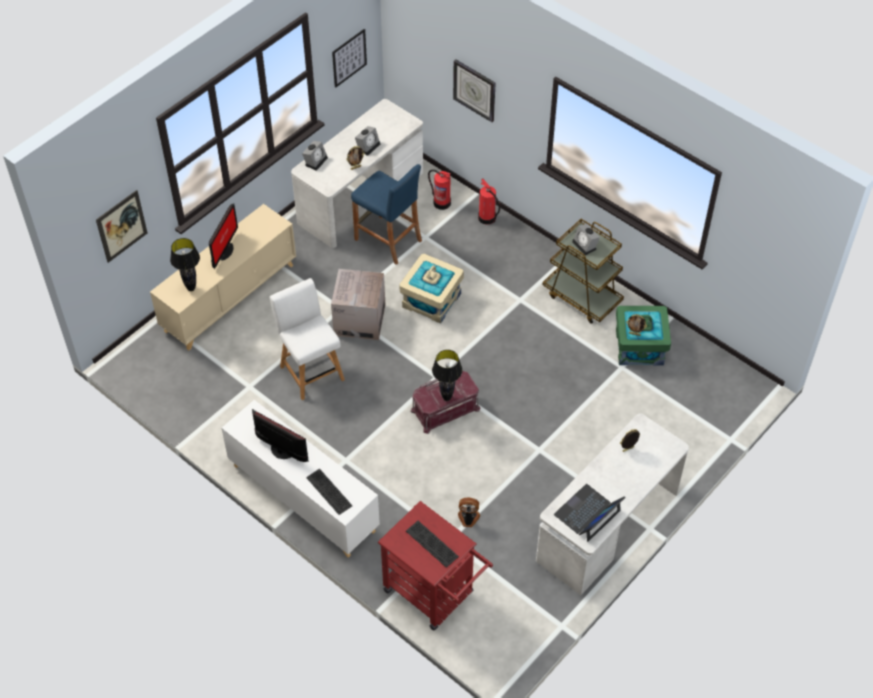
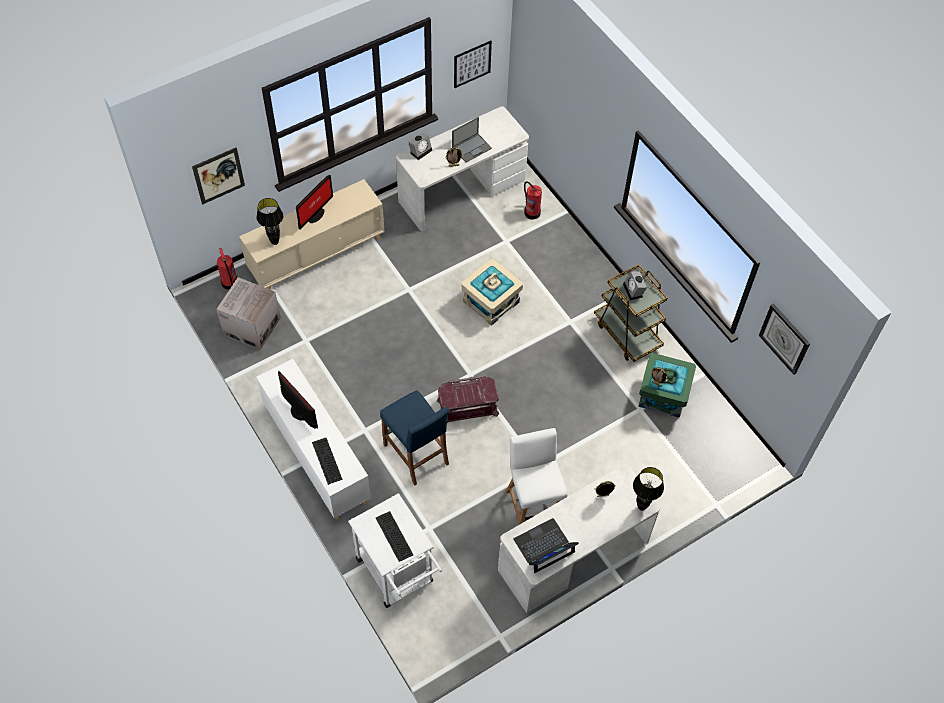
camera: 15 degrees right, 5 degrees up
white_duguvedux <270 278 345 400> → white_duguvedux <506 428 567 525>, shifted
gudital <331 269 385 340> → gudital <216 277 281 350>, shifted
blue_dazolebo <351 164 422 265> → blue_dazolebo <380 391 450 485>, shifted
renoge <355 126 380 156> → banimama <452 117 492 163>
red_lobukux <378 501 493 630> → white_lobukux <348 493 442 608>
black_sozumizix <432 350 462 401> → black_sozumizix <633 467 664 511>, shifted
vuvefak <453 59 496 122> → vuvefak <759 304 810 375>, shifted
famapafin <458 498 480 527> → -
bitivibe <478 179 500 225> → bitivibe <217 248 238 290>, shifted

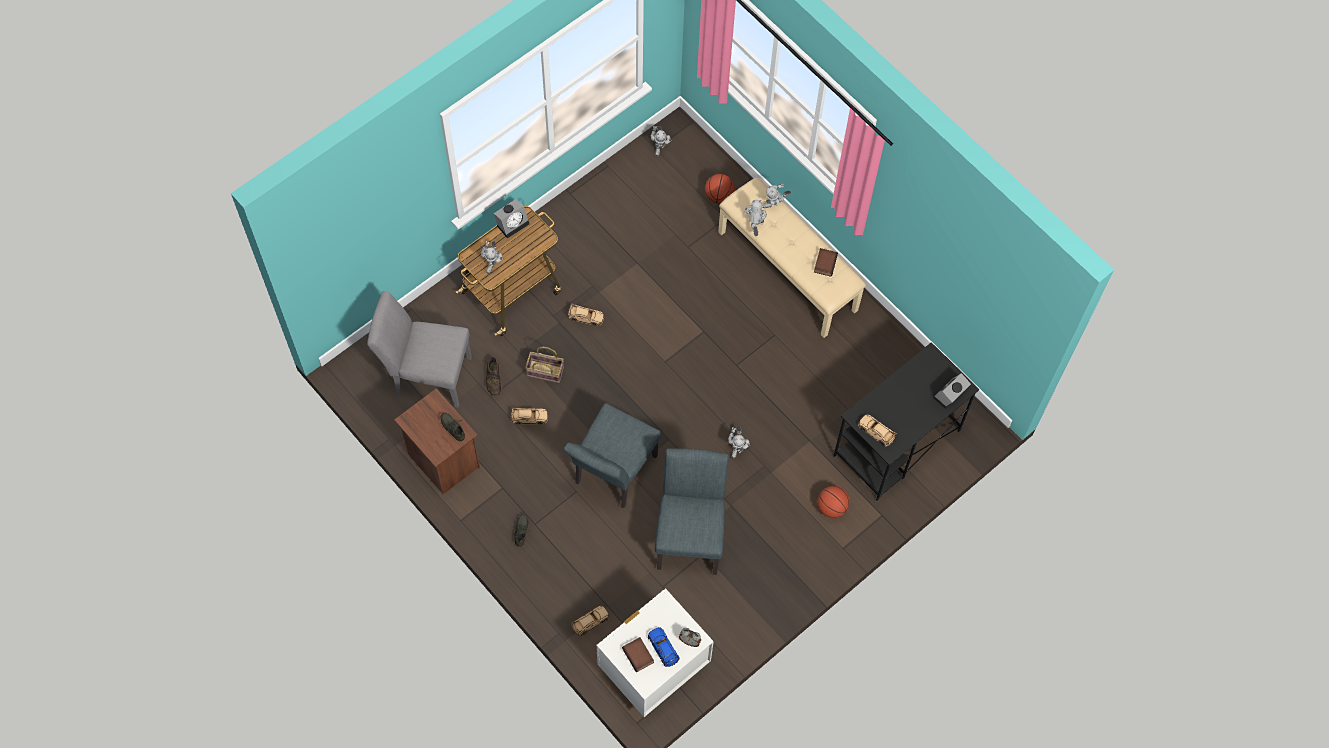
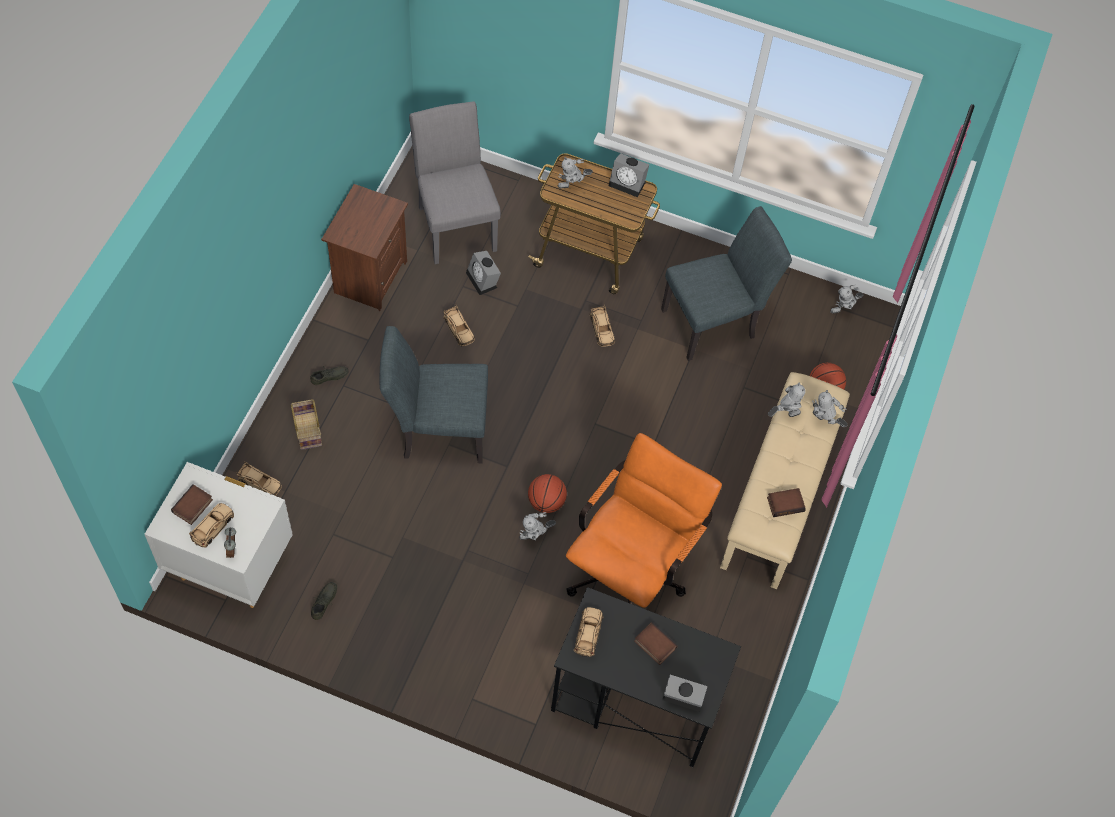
camera: 60 degrees right, 5 degrees down
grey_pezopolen <441 413 465 441> → grey_pezopolen <311 582 337 620>, shifted
brown_pezopolen <486 357 501 396> → renoge <466 251 501 295>
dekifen <525 347 564 383> → dekifen <291 399 322 450>, shifted
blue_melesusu <648 627 680 667> → beige_melesusu <189 503 234 547>
grey_duguvedux <655 448 729 575> → grey_duguvedux <661 206 792 361>, shifted
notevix <817 486 850 518> → notevix <528 474 567 513>, shifted
- → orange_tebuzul <566 433 722 608>
- → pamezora <634 622 678 665>

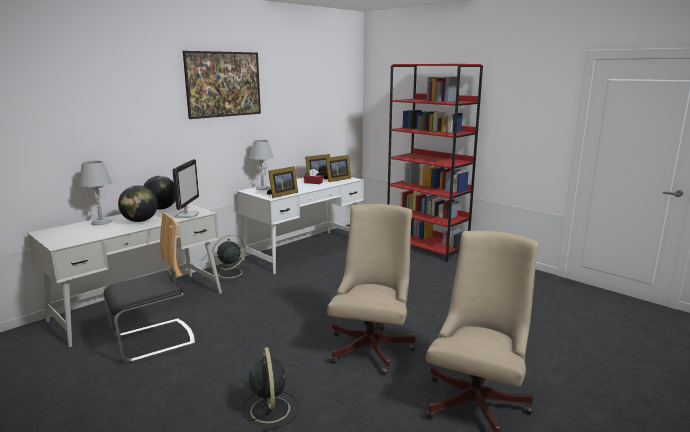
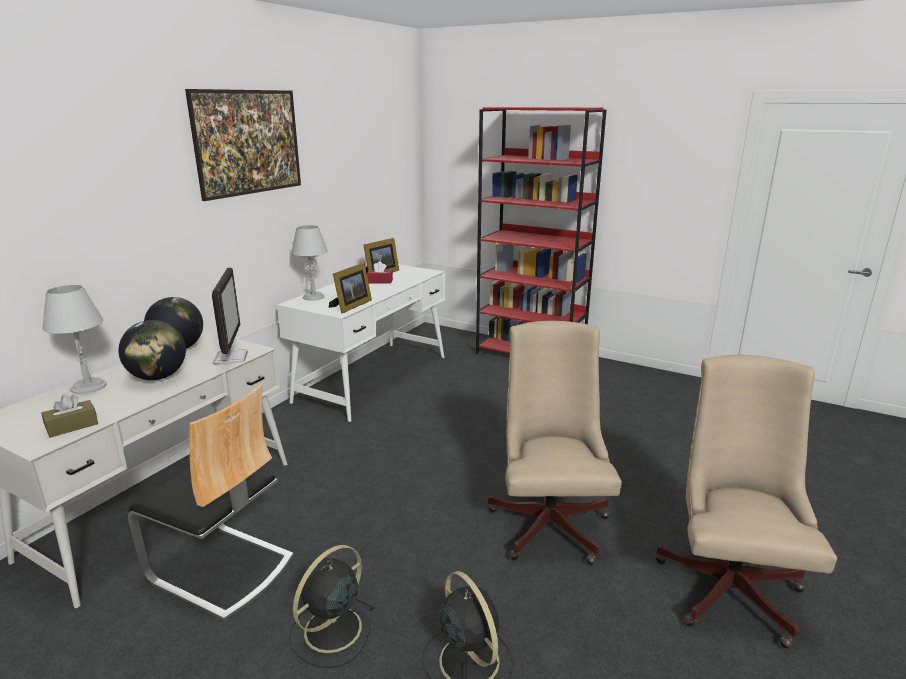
camera: 15 degrees left, 5 degrees up
duguvedux <104 212 195 363> → duguvedux <128 384 294 620>, 75 degrees clockwise
black_famapafin <212 235 250 281> → black_famapafin <289 545 375 668>, shifted
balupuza <324 155 351 182> → -
- → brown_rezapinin <41 394 98 438>

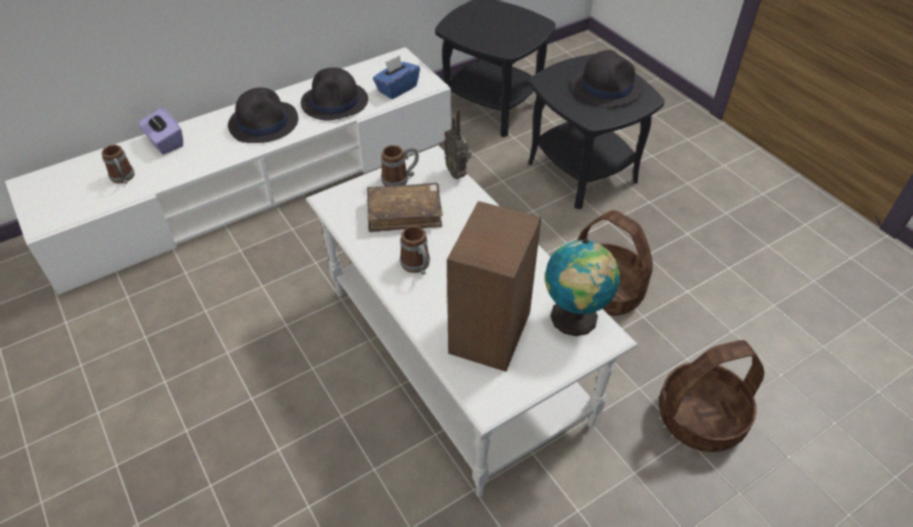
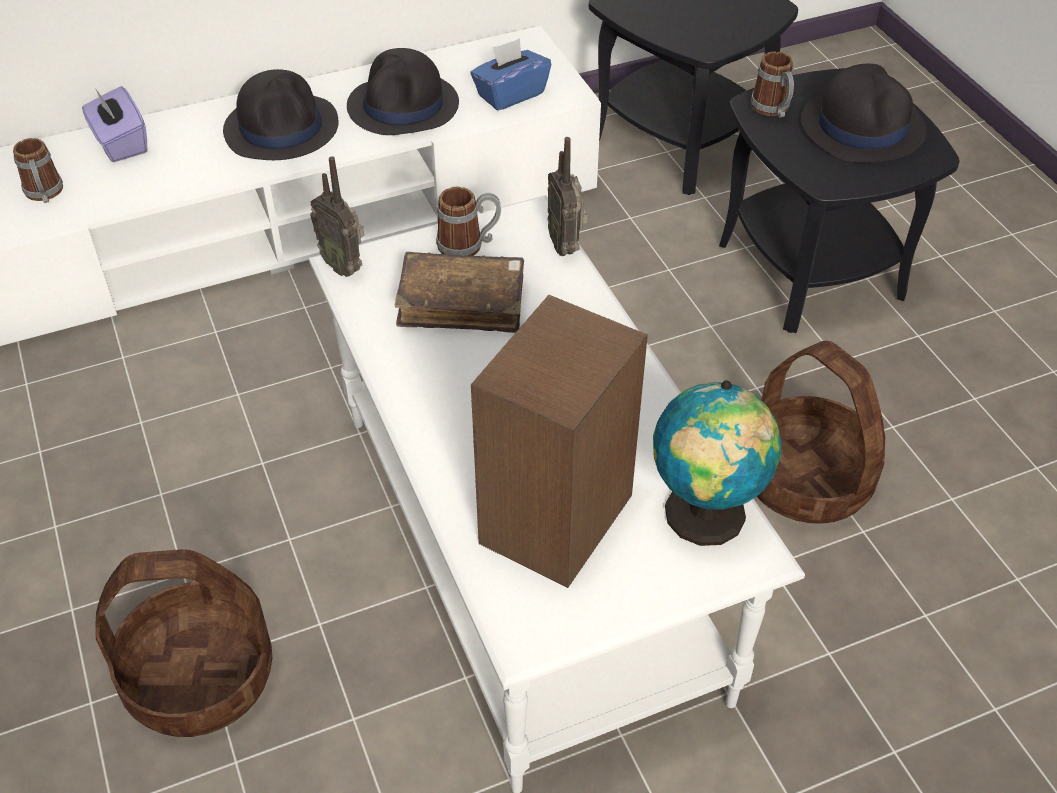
camera: 10 degrees right, 0 degrees up
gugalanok <400 226 430 275> → gugalanok <751 51 794 118>, shifted
dekifen <659 340 765 452> → dekifen <95 549 272 737>, shifted
- → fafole <310 156 364 277>

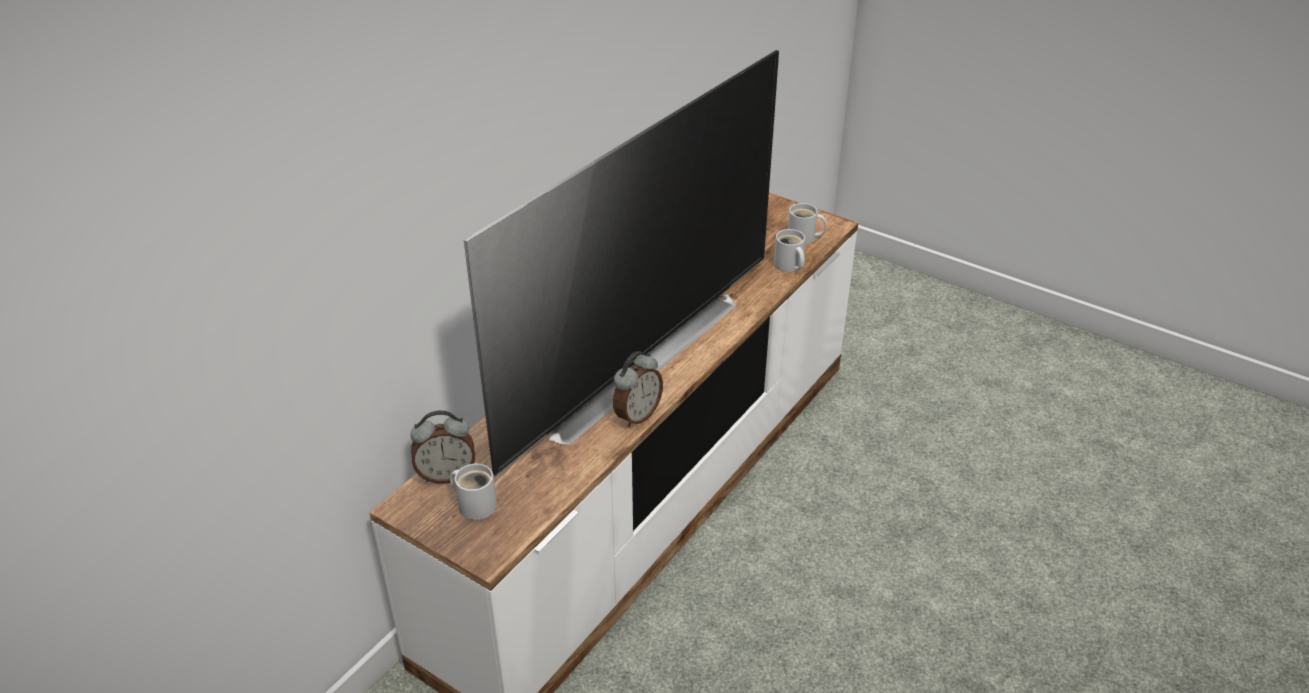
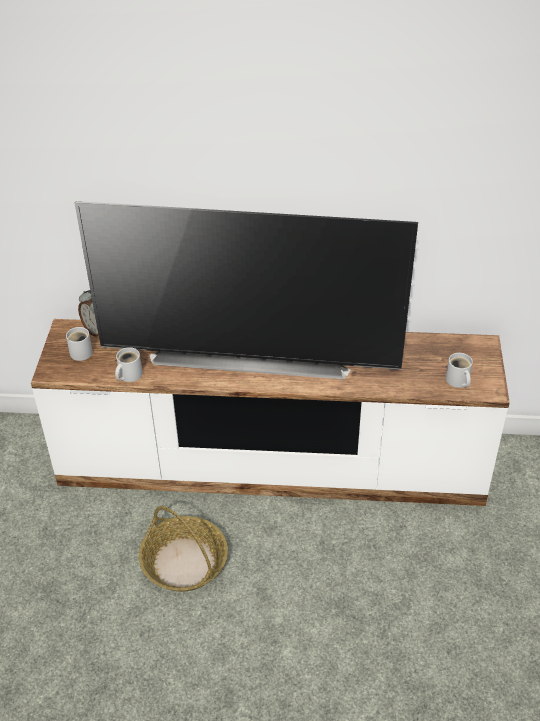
camera: 60 degrees right, 5 degrees up
renoge <613 351 663 427> → -
white_gugalanok <774 229 805 272> → white_gugalanok <115 347 142 382>, shifted
- → dekifen <139 506 228 592>

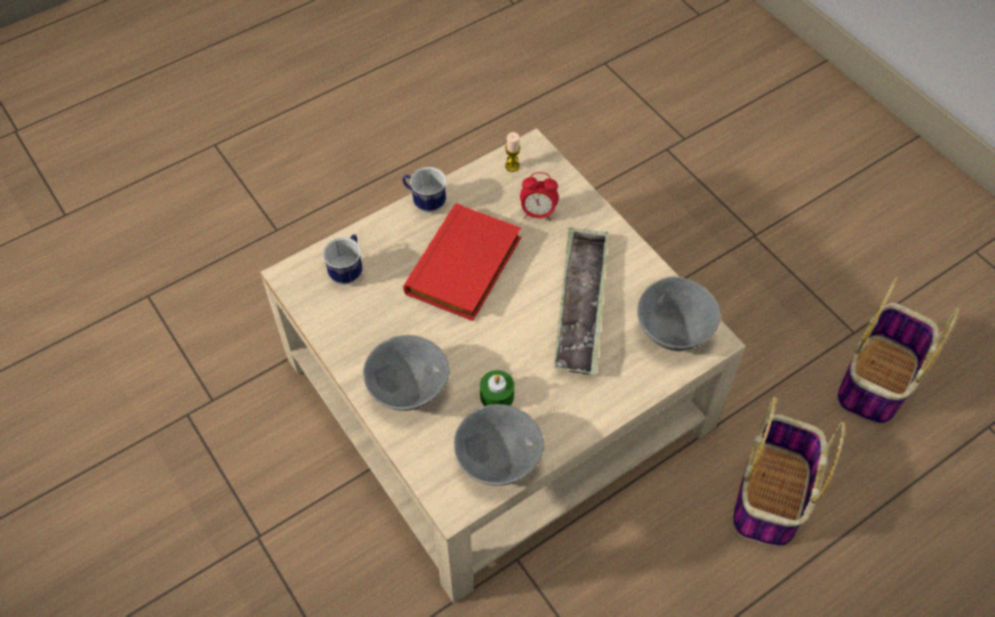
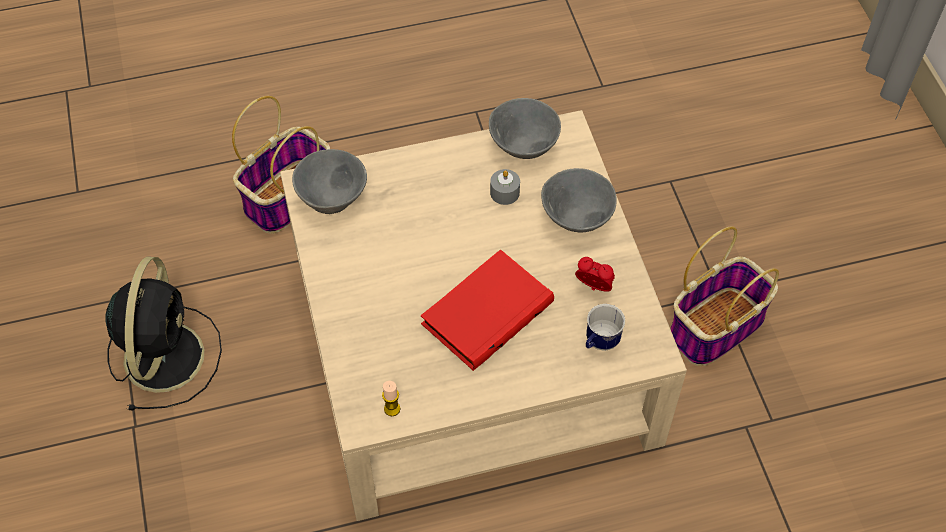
camera: 160 degrees left, 0 degrees up
gugalanok <402 167 446 213> → -
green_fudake <480 370 514 406> → grey_fudake <490 169 520 205>
renoge <520 172 559 221> → renoge <575 257 615 292>, shifted
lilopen <554 227 608 374> → -
dekifen <837 277 960 425> → dekifen <670 226 779 366>, shifted
- → black_famapafin <105 257 222 410>

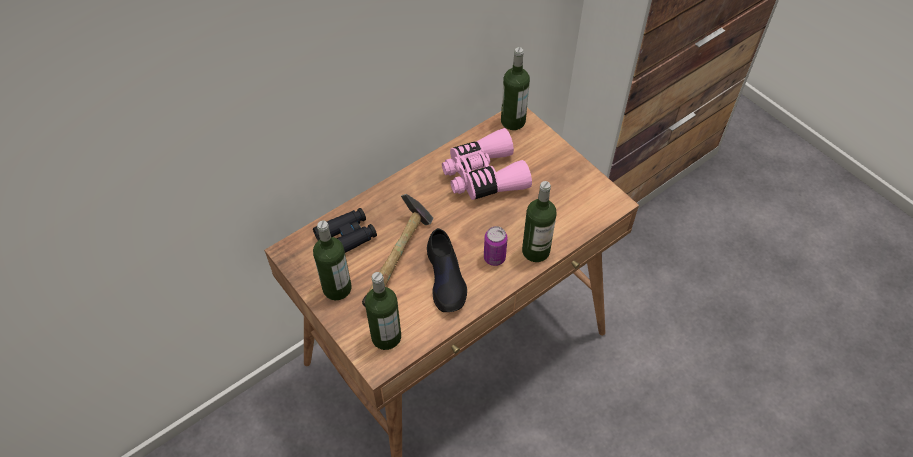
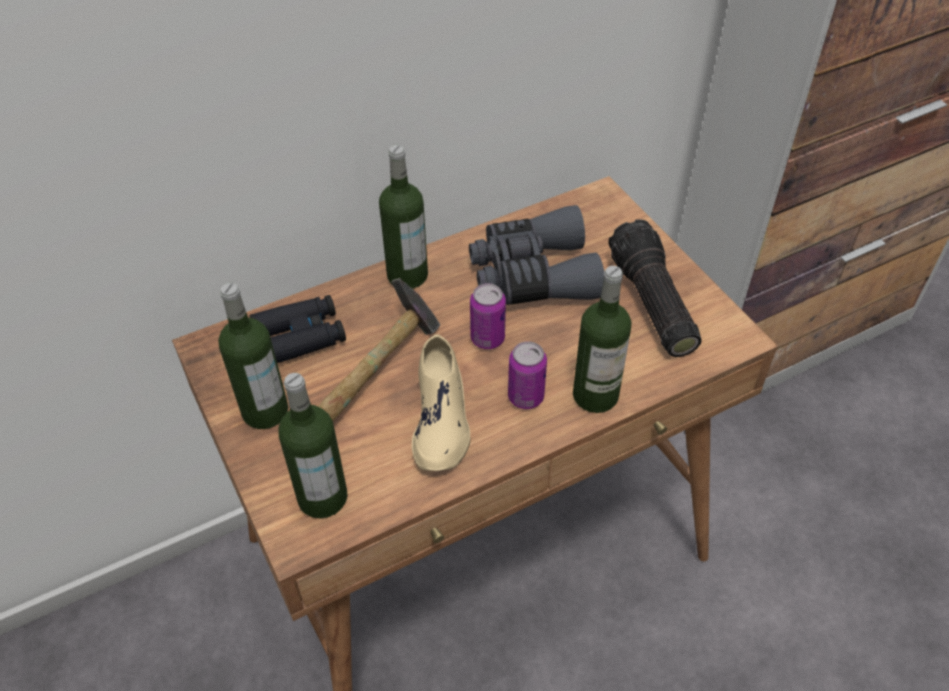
camera: 10 degrees right, 5 degrees down
black_pezopolen <427 228 467 312> → beige_pezopolen <412 334 470 471>
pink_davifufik <442 128 532 200> → grey_davifufik <469 205 604 305>
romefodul <501 47 530 130> → romefodul <379 145 428 289>, shifted
- → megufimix <470 283 506 349>
- → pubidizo <608 219 702 357>

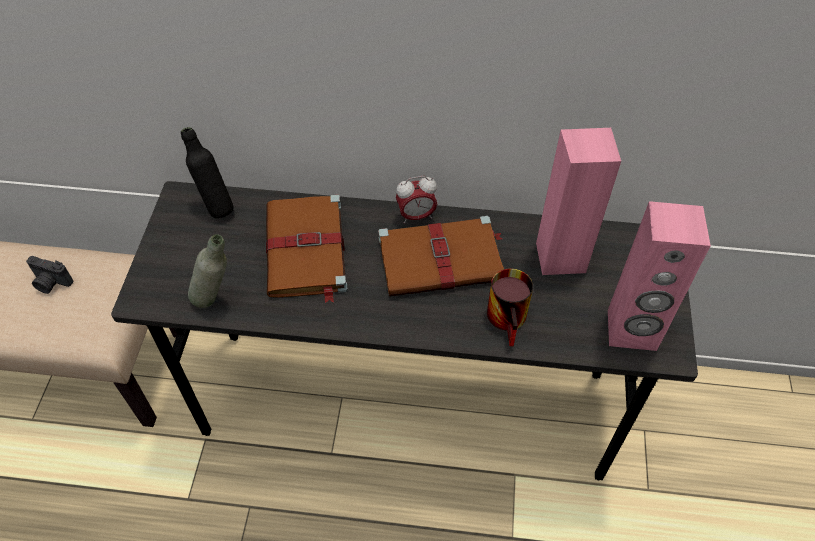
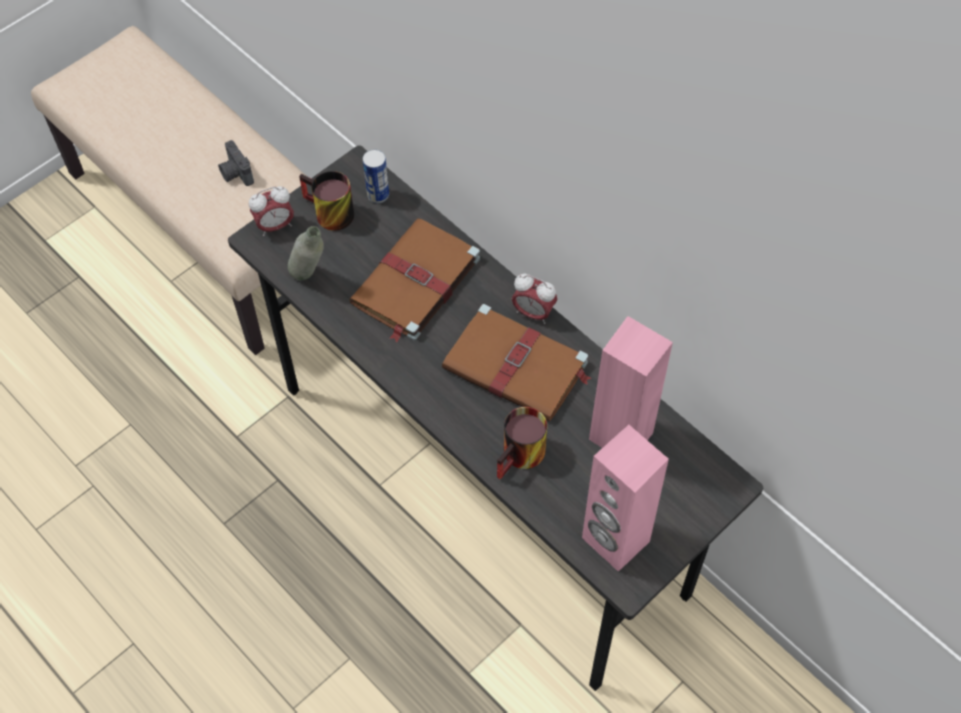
camera: 40 degrees right, 5 degrees up
black_romefodul <181 127 234 218> → megufimix <363 149 389 203>
- → renoge <249 186 294 236>
- → gugalanok <299 171 354 231>

